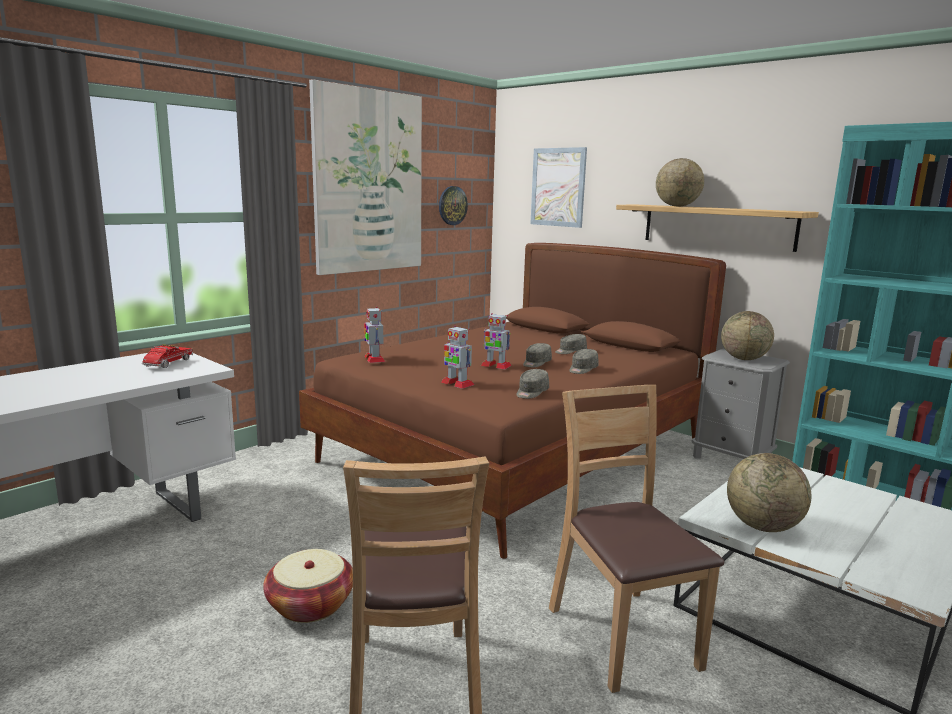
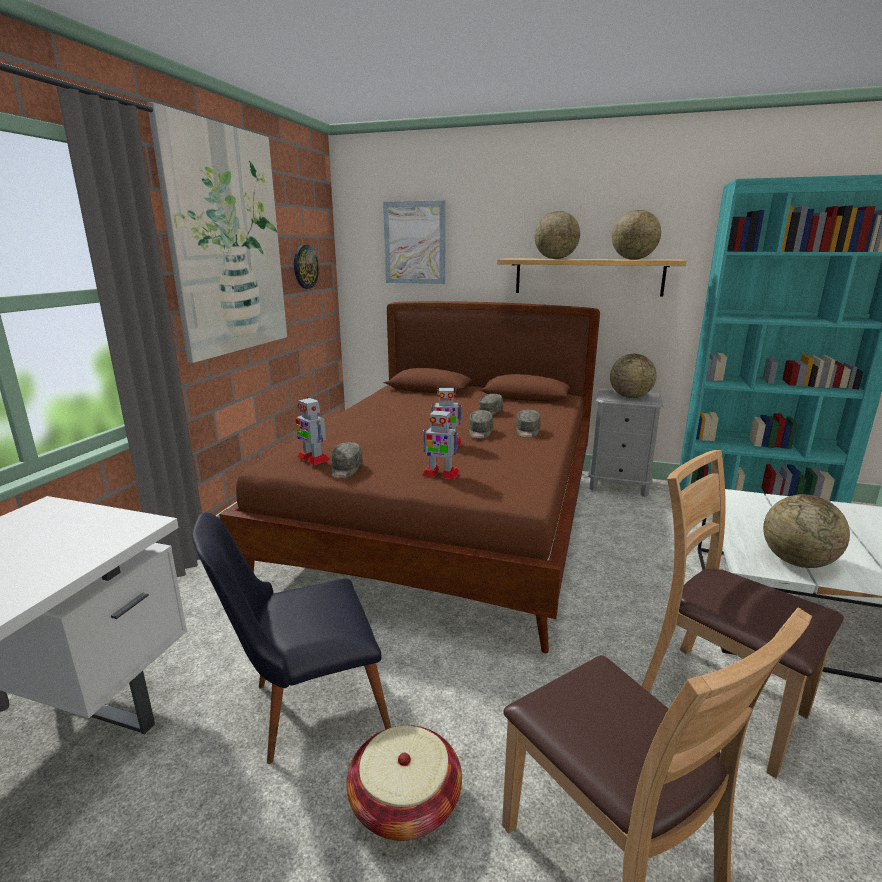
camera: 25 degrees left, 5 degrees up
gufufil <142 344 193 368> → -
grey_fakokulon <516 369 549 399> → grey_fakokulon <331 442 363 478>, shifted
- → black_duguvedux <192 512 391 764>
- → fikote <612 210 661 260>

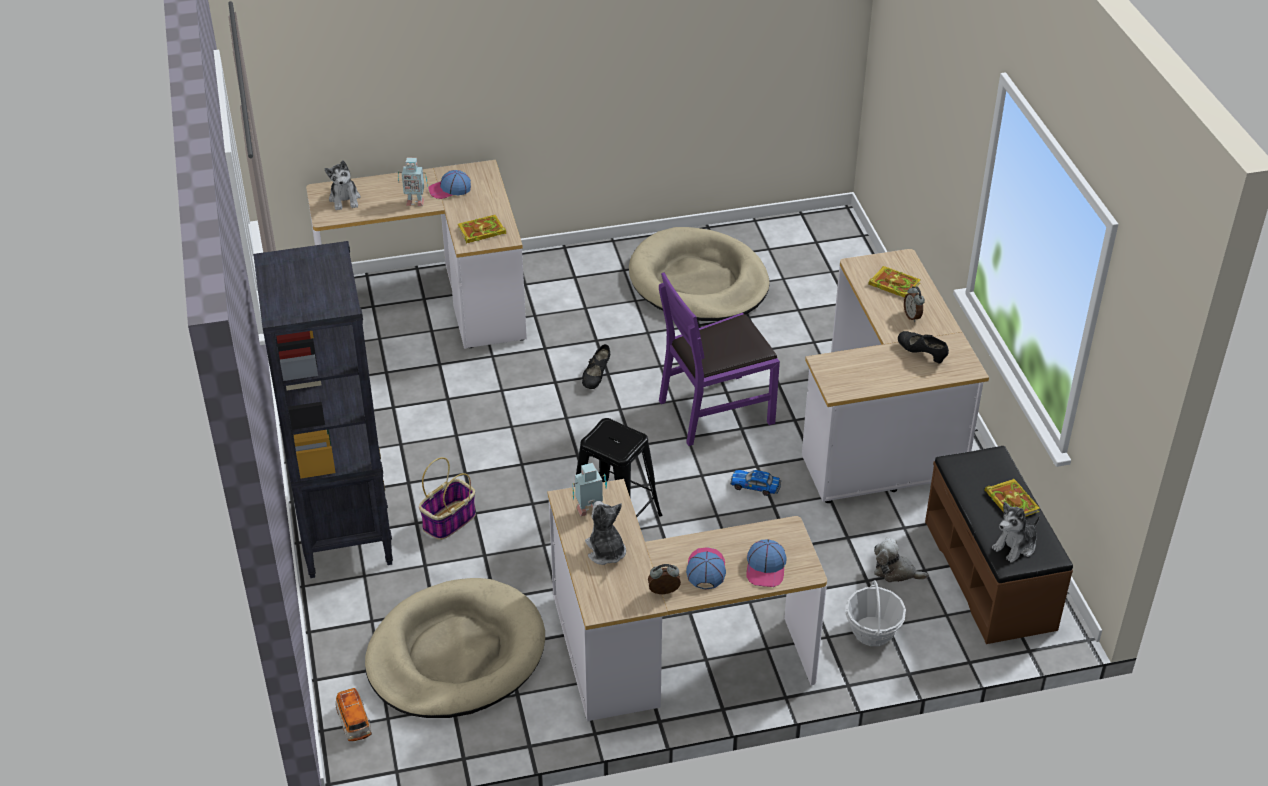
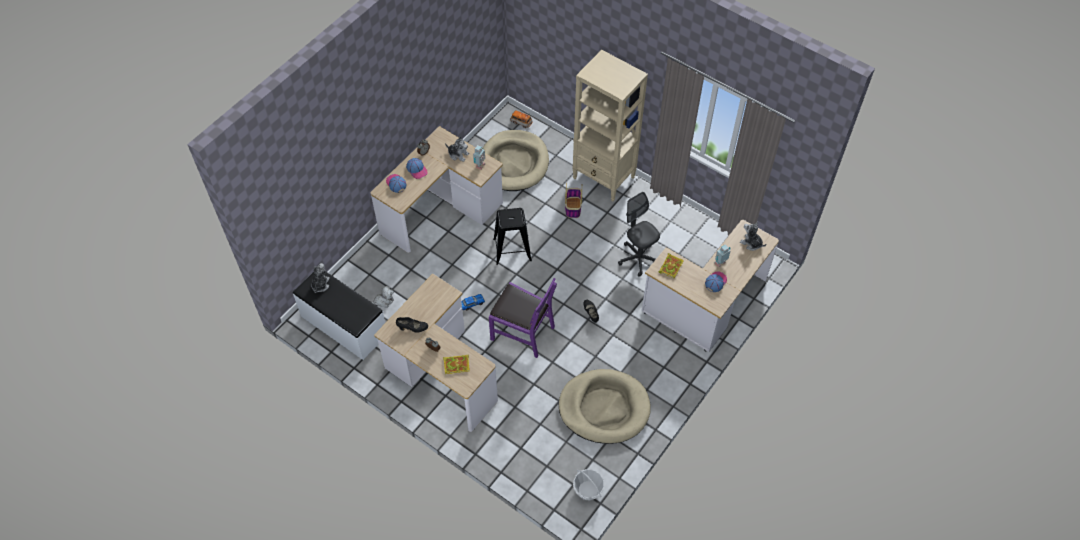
camera: 140 degrees right, 15 degrees up
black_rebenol <253 241 393 578> → beige_rebenol <572 50 648 201>
purple_duguvedux <659 272 780 446> → purple_duguvedux <489 278 557 358>, 90 degrees clockwise
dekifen <845 580 906 646> → dekifen <573 469 605 500>, shifted
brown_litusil <925 446 1073 644> → white_litusil <293 272 385 360>
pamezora <984 479 1040 517> → -
- → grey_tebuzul <618 192 660 277>

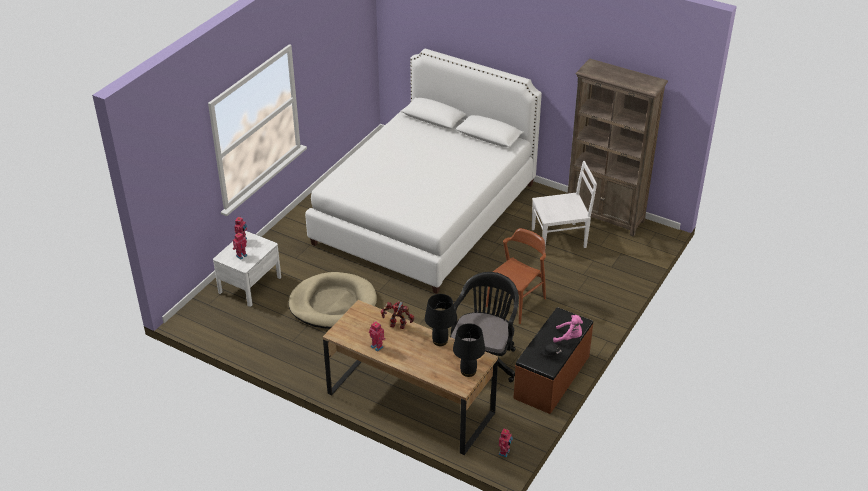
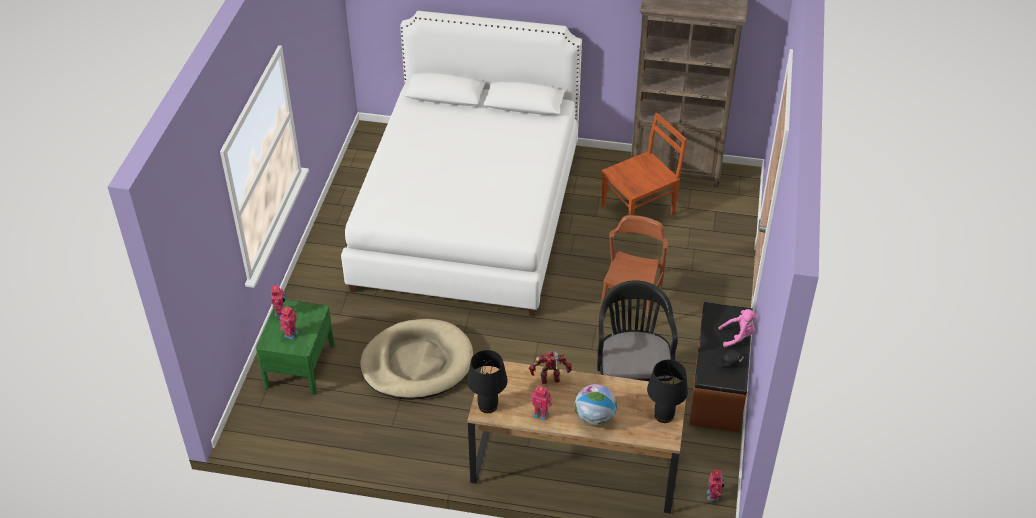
camera: 20 degrees left, 5 degrees up
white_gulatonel <213 231 281 307> → green_gulatonel <256 300 335 395>
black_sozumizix <425 294 456 346> → black_sozumizix <467 350 508 413>, shifted
white_duguvedux <532 161 597 248> → brown_duguvedux <602 113 686 234>
- → fikote <575 384 617 427>

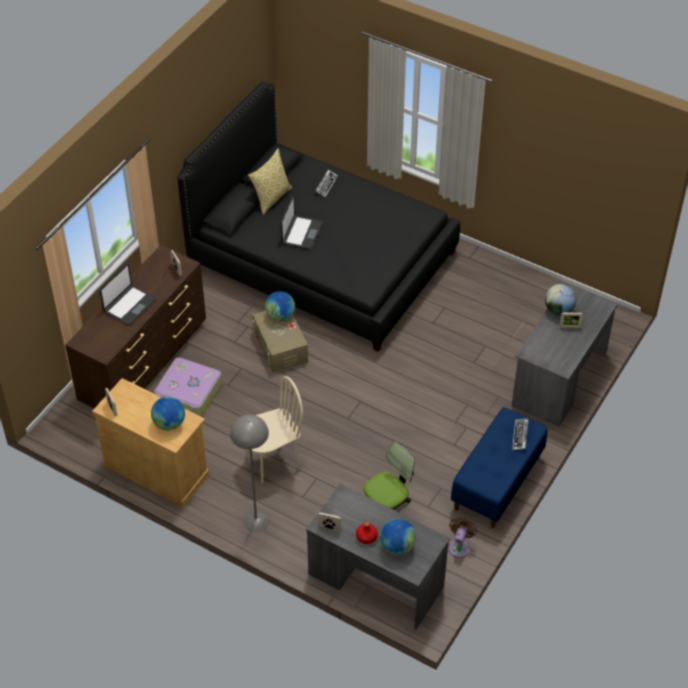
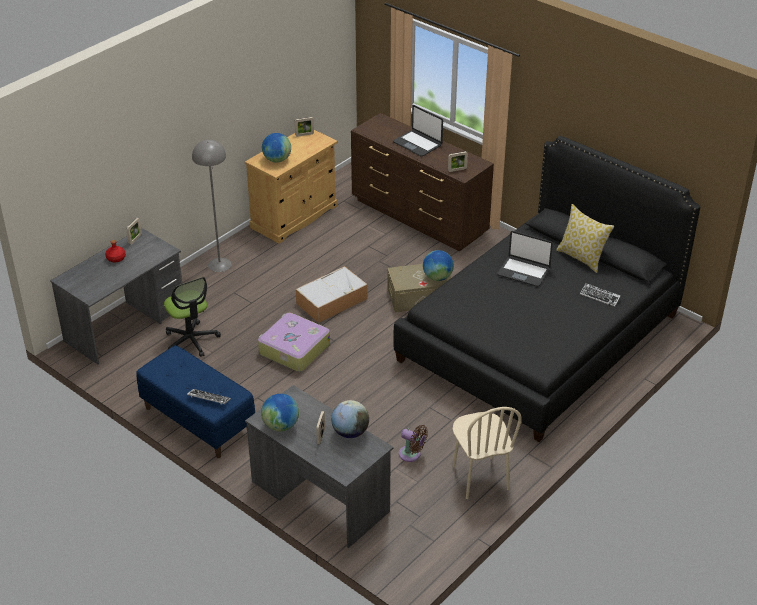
camera: 100 degrees right, 10 degrees down
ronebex <154 357 222 417> → ronebex <258 313 330 372>, shifted
beige_duguvedux <247 376 303 484> → beige_duguvedux <453 407 522 499>, shifted
fikote <380 519 416 555> → fikote <261 394 299 432>, shifted
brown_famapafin <449 518 477 558> → brown_famapafin <399 425 428 462>, shifted
- → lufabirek <296 266 368 323>

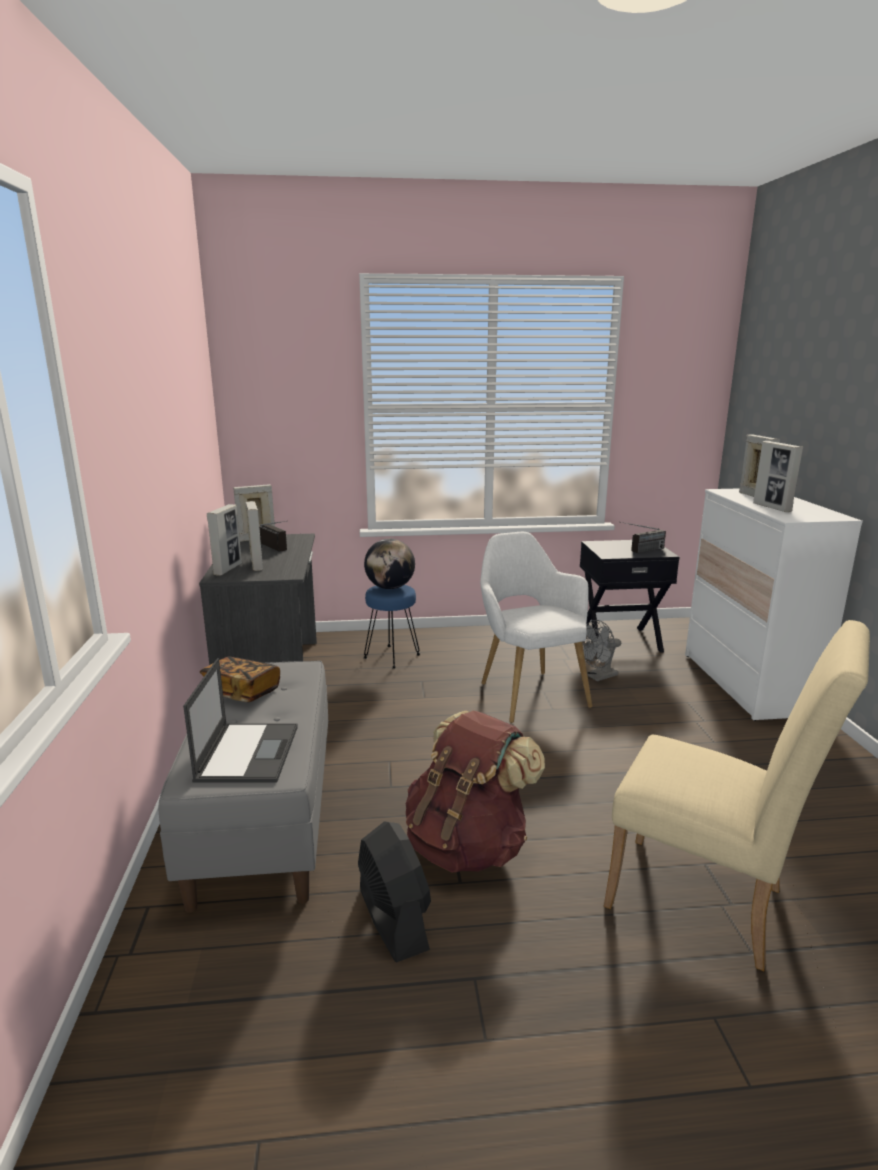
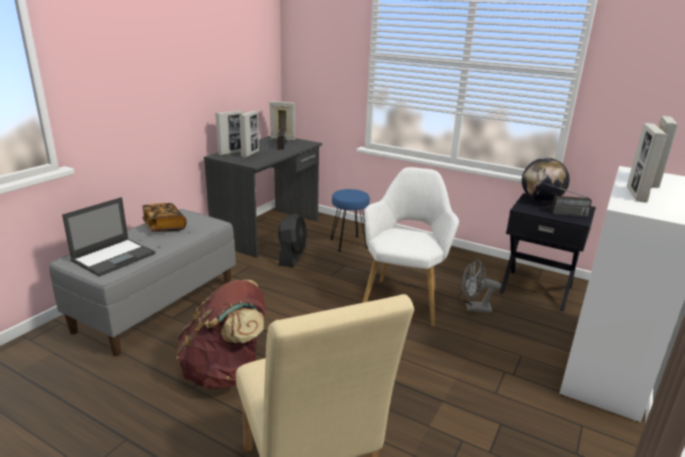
camera: 35 degrees right, 5 degrees up
black_famapafin <358 821 431 962> → black_famapafin <278 213 307 267>, shifted
fikote <364 538 415 589> → fikote <522 158 570 202>, shifted

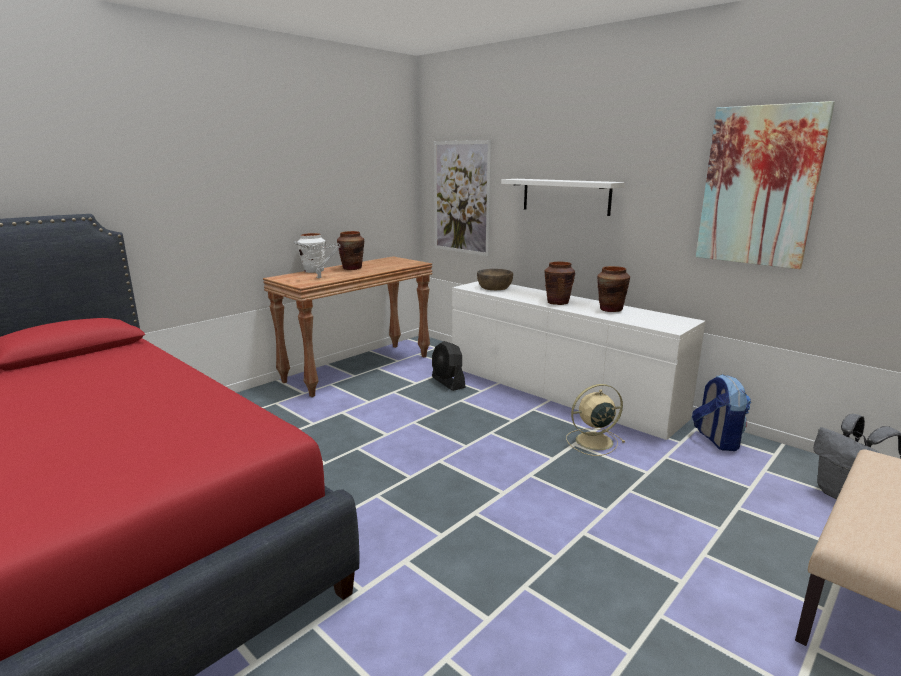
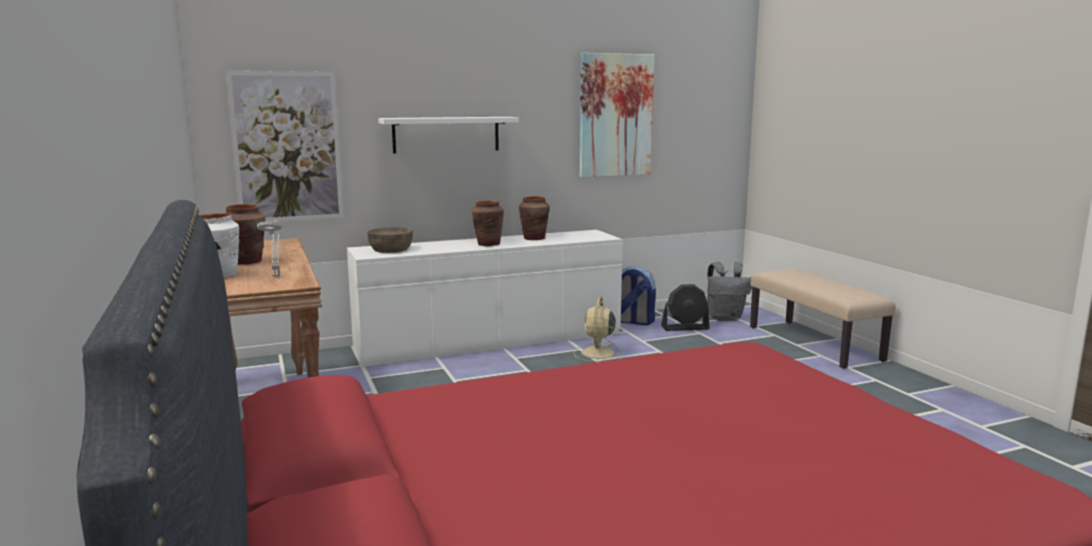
camera: 65 degrees left, 5 degrees down
black_famapafin <432 341 465 391> → black_famapafin <661 284 710 331>, shifted

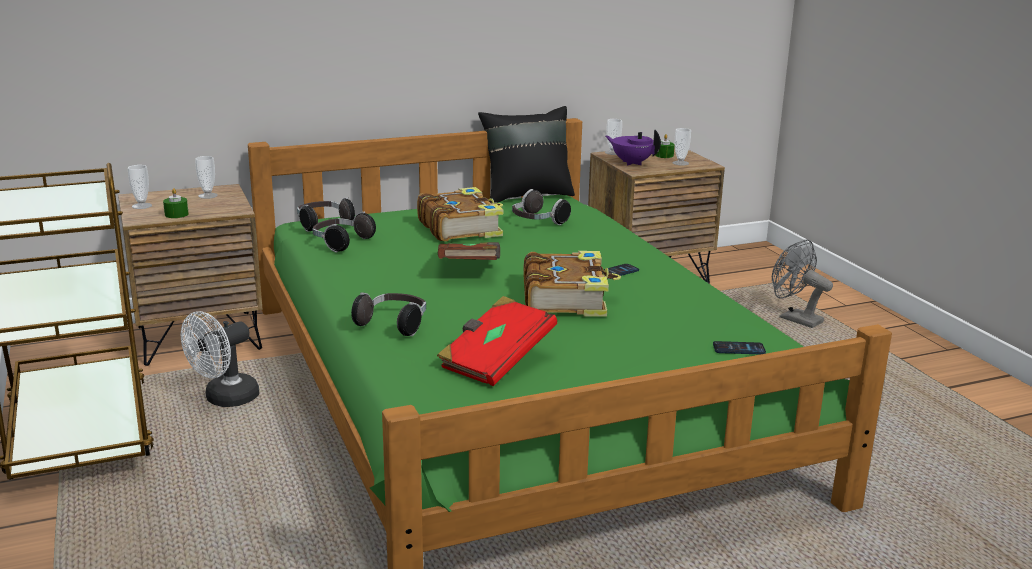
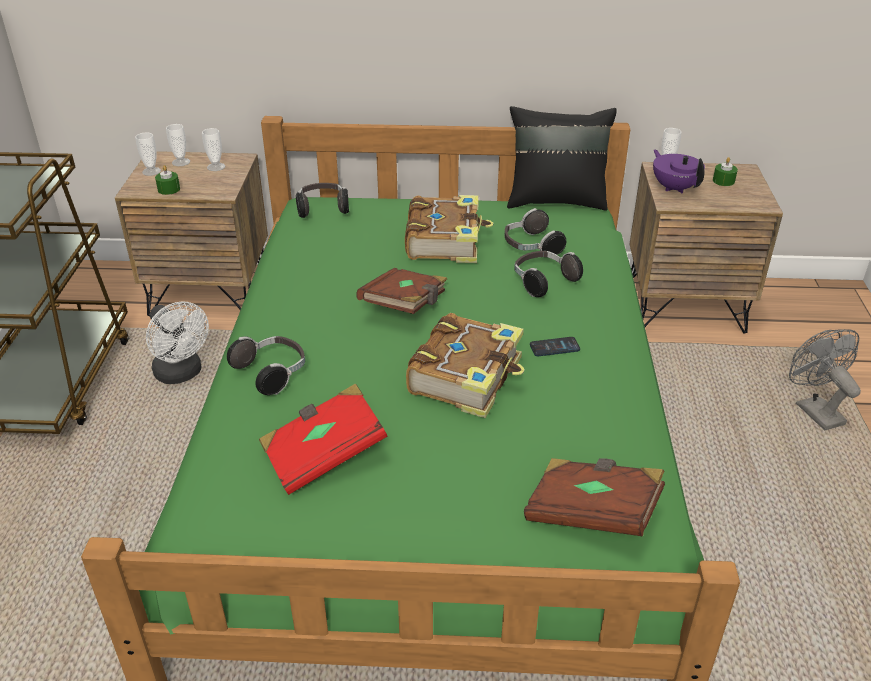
camera: 25 degrees right, 15 degrees up
white_famapafin <181 311 259 407> → white_famapafin <146 301 209 384>, 105 degrees counterclockwise
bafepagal <312 212 376 253> → bafepagal <514 251 583 297>, shifted
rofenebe <673 128 691 166> → rofenebe <166 124 190 166>, shifted
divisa <713 341 766 355> → brown_pamezora <524 458 665 536>

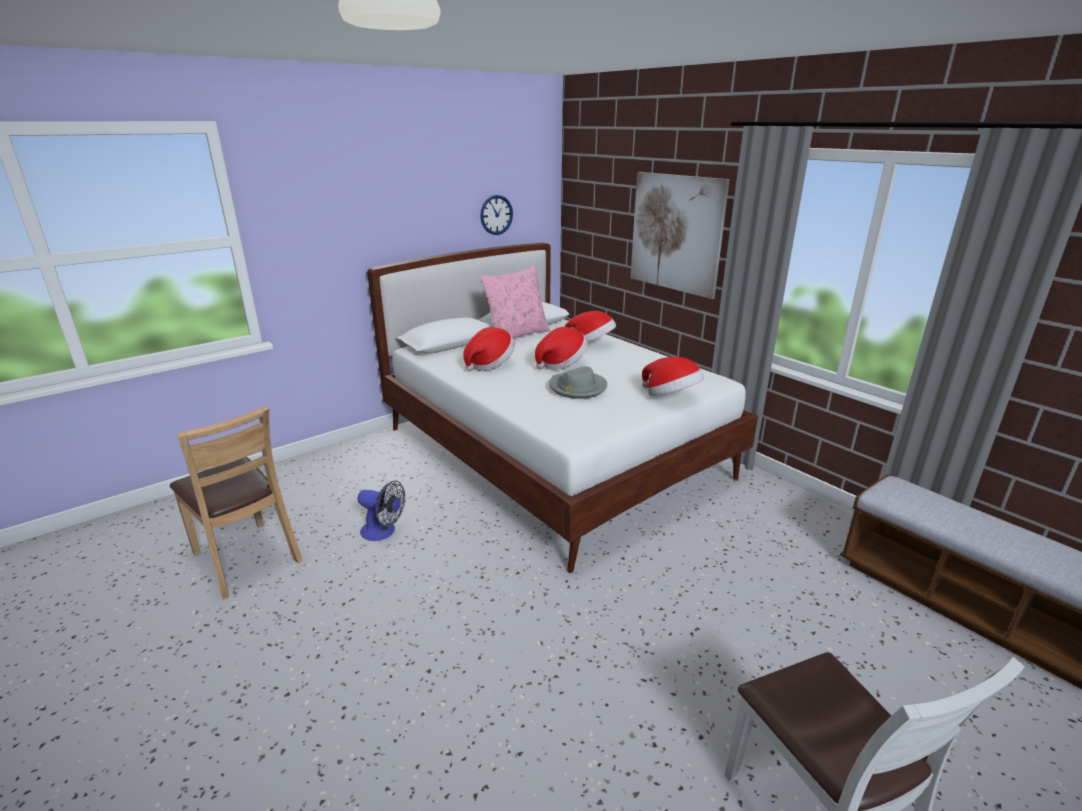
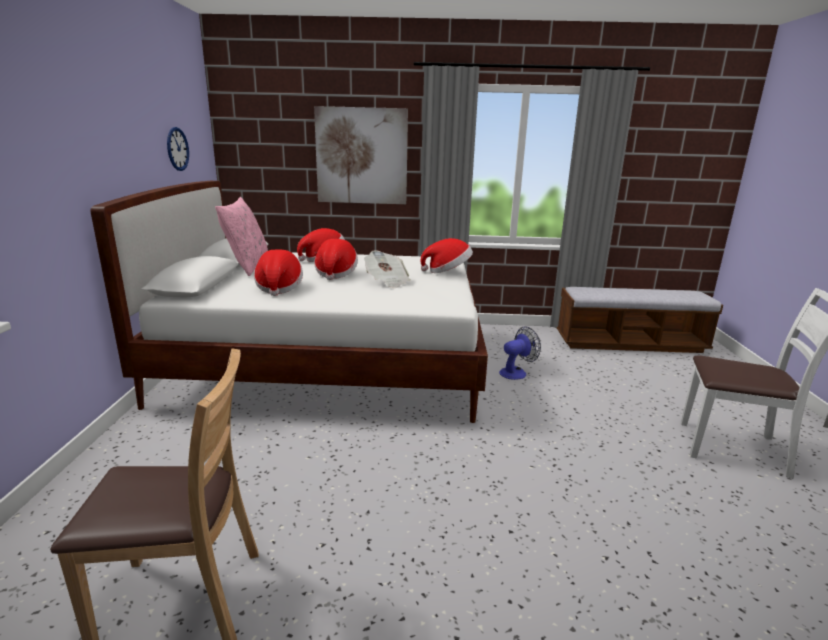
camera: 50 degrees left, 5 degrees down
famapafin <357 480 405 541> → famapafin <499 326 541 380>, shifted
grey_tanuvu <549 366 607 399> → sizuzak <364 250 411 288>

